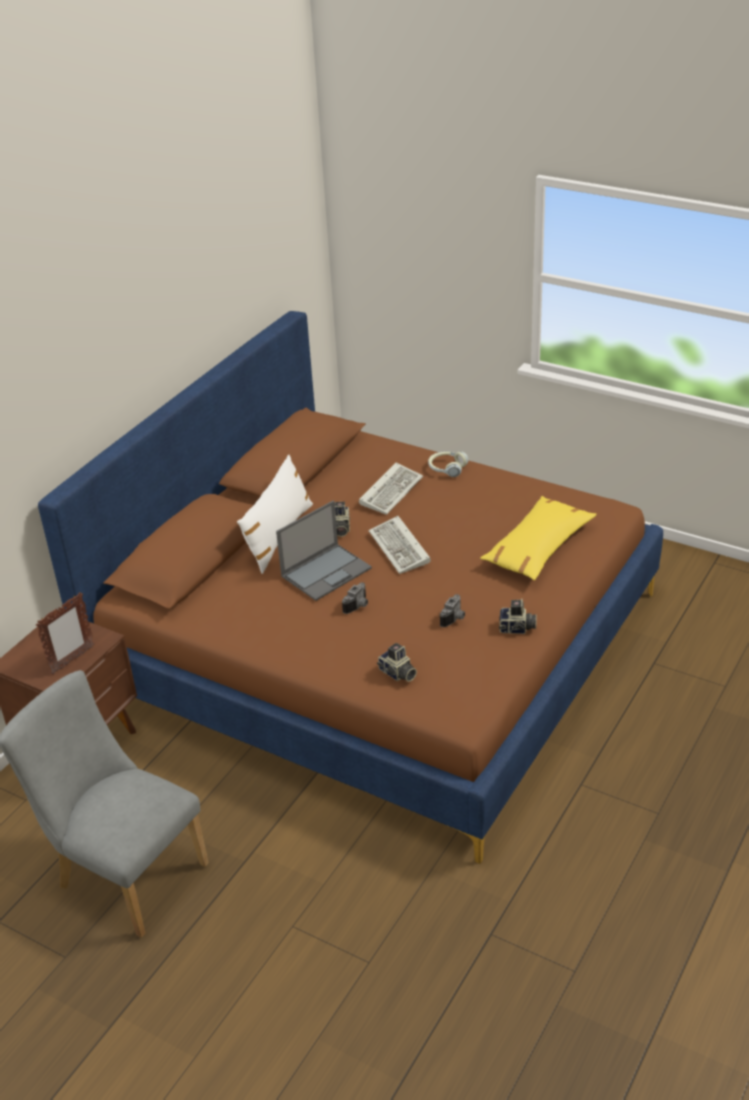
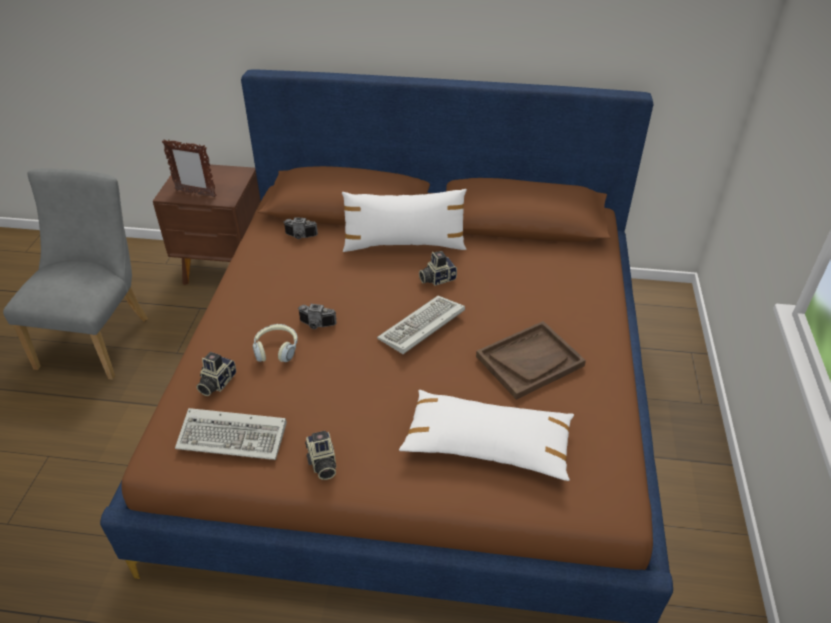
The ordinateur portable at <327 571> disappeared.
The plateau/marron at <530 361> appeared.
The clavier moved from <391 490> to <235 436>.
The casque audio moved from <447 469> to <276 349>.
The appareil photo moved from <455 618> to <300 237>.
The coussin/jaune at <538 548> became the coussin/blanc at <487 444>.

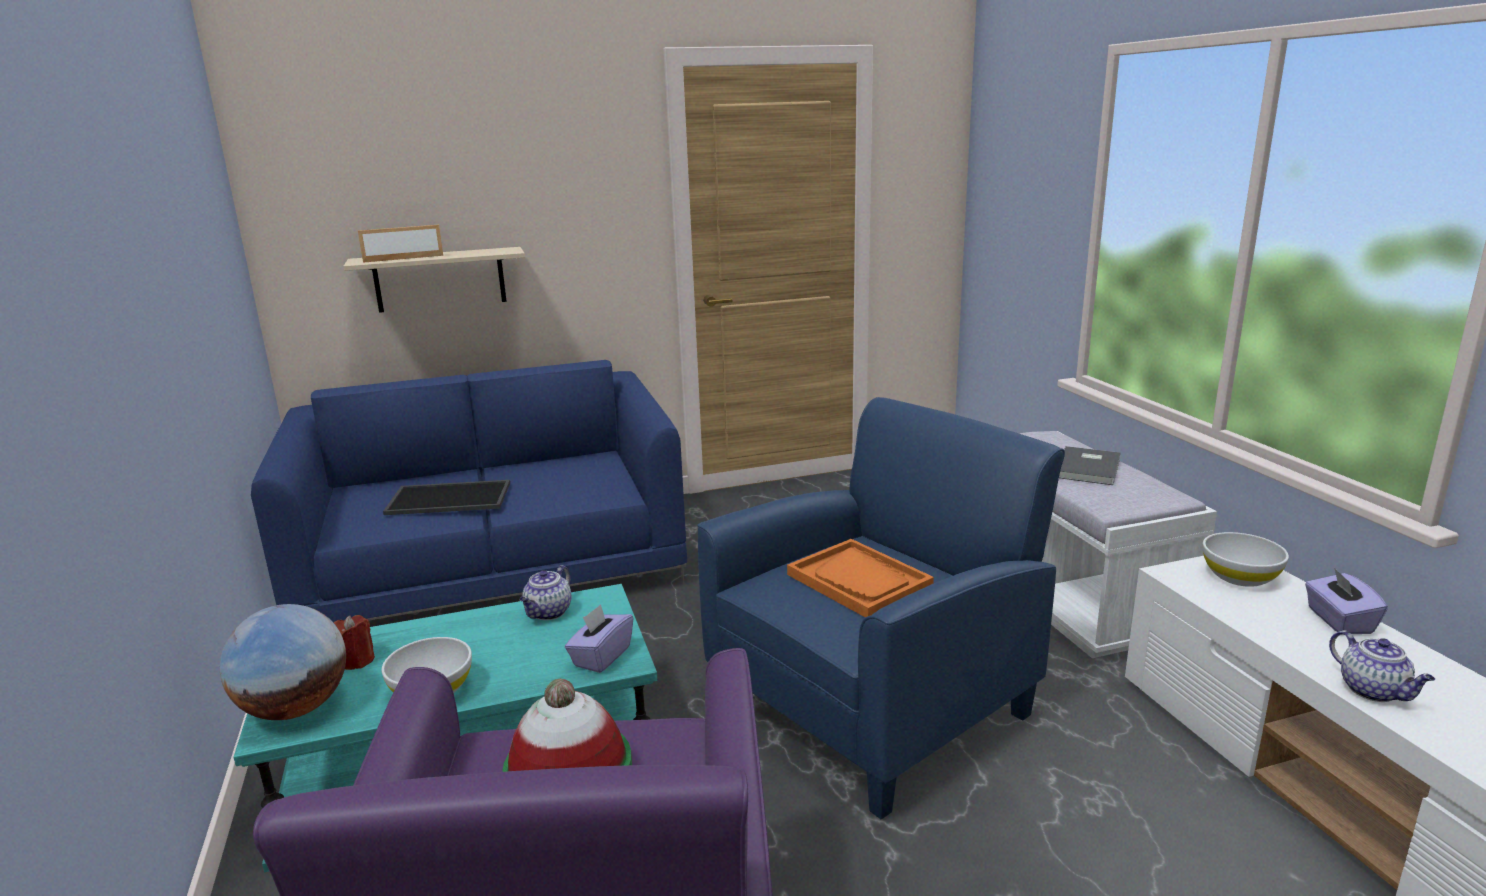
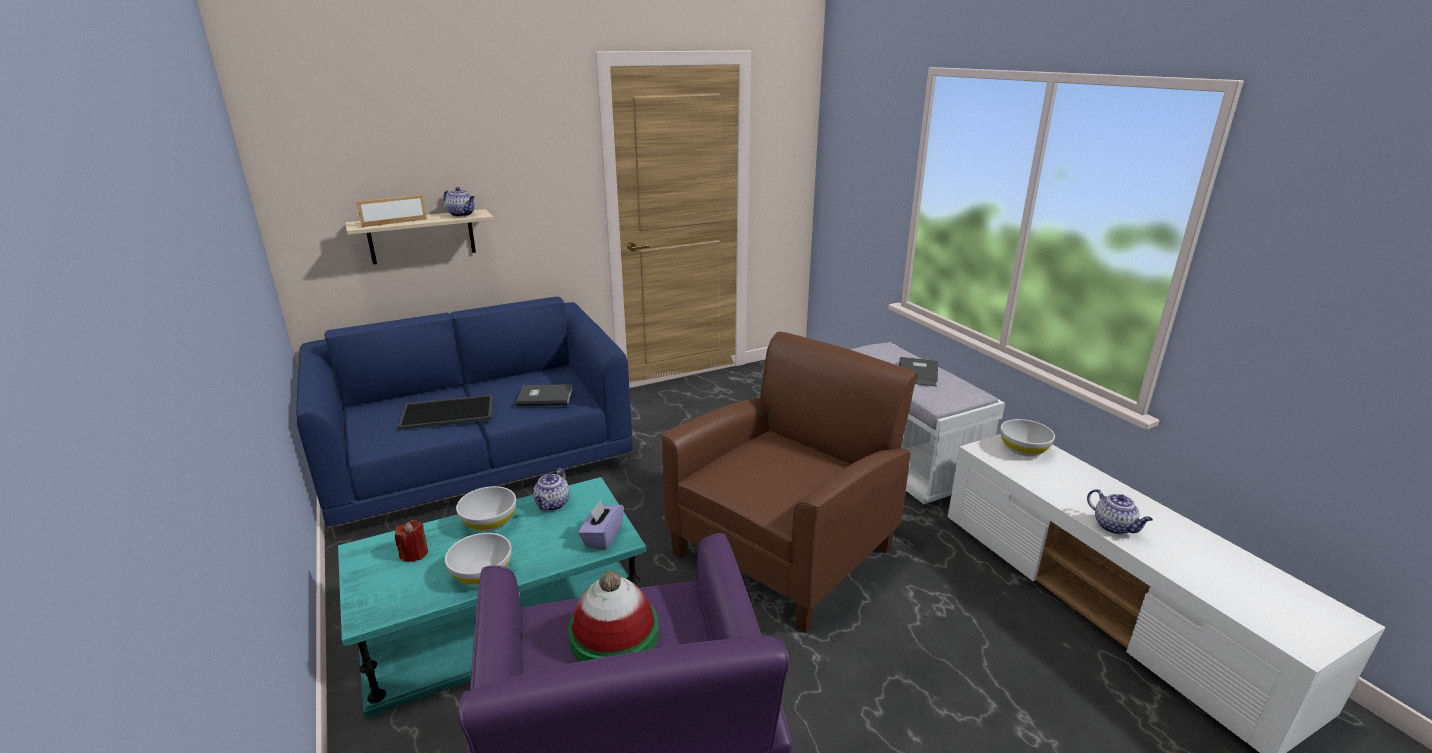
The globe at <295 708> disappeared.
The plateau/orange at <859 581> disappeared.
The boîte à mouchoirs/violet at <1338 621> disappeared.
The théière at <462 214> appeared.
The bol/blanc at <489 522> appeared.
The livre/gris at <544 397> appeared.
The fauteuil/bleu at <874 705> became the fauteuil/marron at <785 550>.

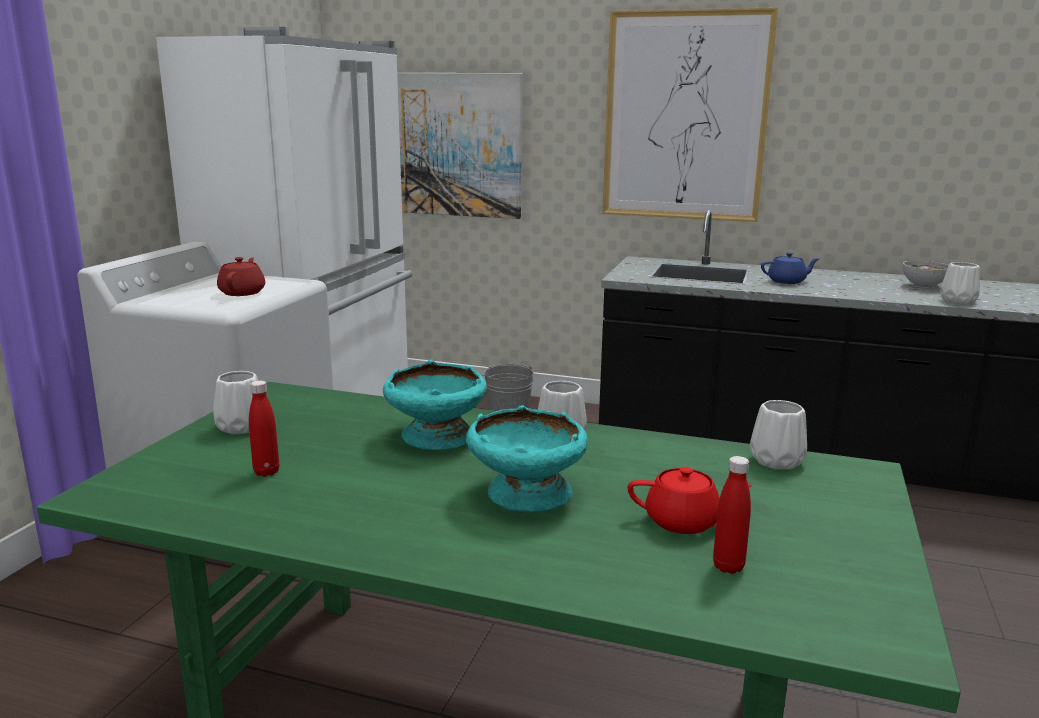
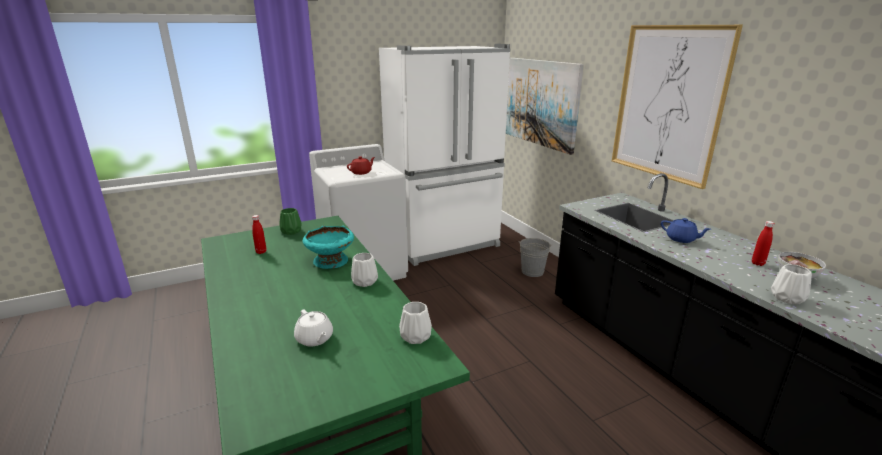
The bol/turquoise at <526 494> disappeared.
The bouteille/rouge moved from <728 567> to <757 263>.
The vase/blanc at <240 427> became the vase/vert at <290 231>.
The théière/rouge at <684 522> became the théière/blanc at <314 339>.

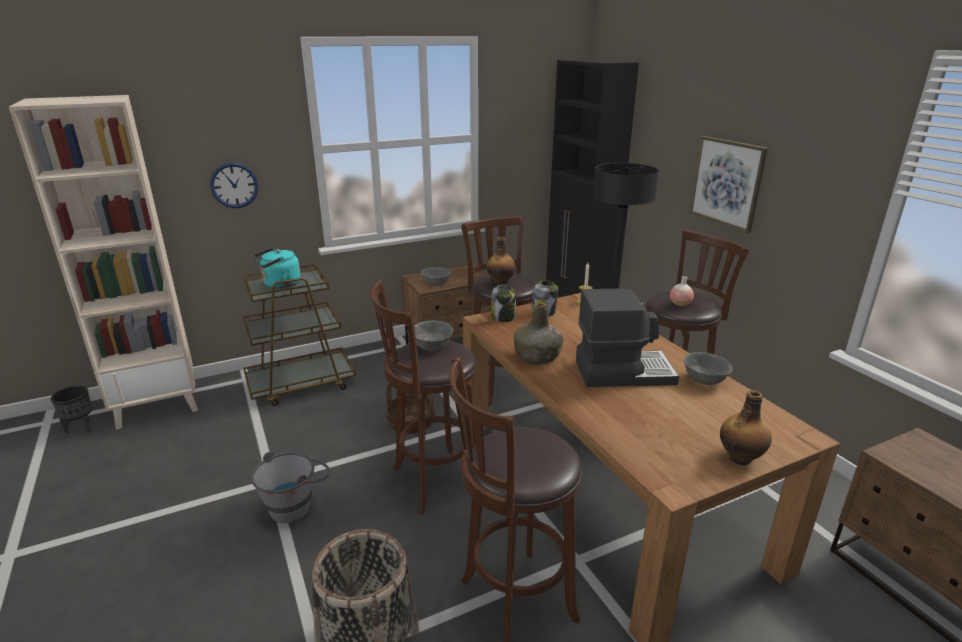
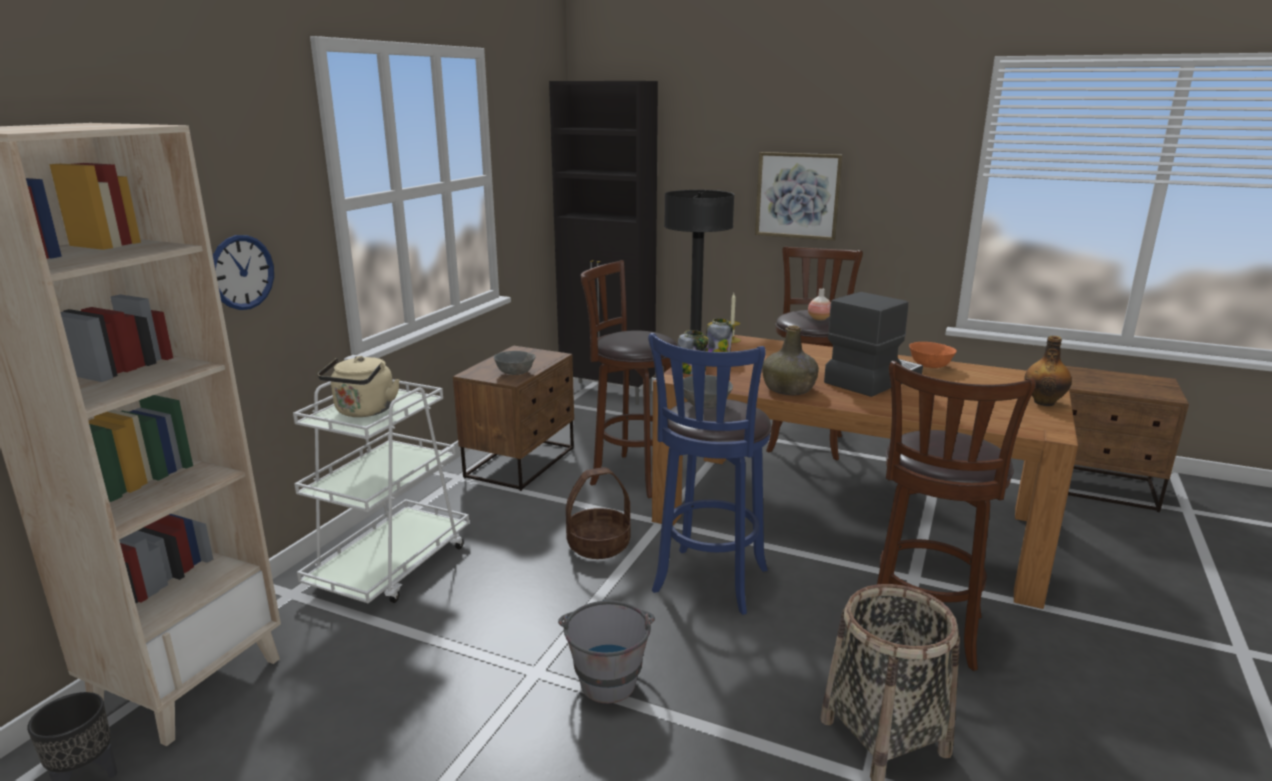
The bouteille at <501 282> disappeared.
The chariot/marron at <302 384> became the chariot/blanc at <391 565>.
The bouilloire/turquoise at <279 284> became the bouilloire/beige at <363 412>.
The tabouret/marron at <432 481> became the tabouret/bleu at <708 584>.
The bol/gris at <705 380> became the bol/orange at <930 366>.

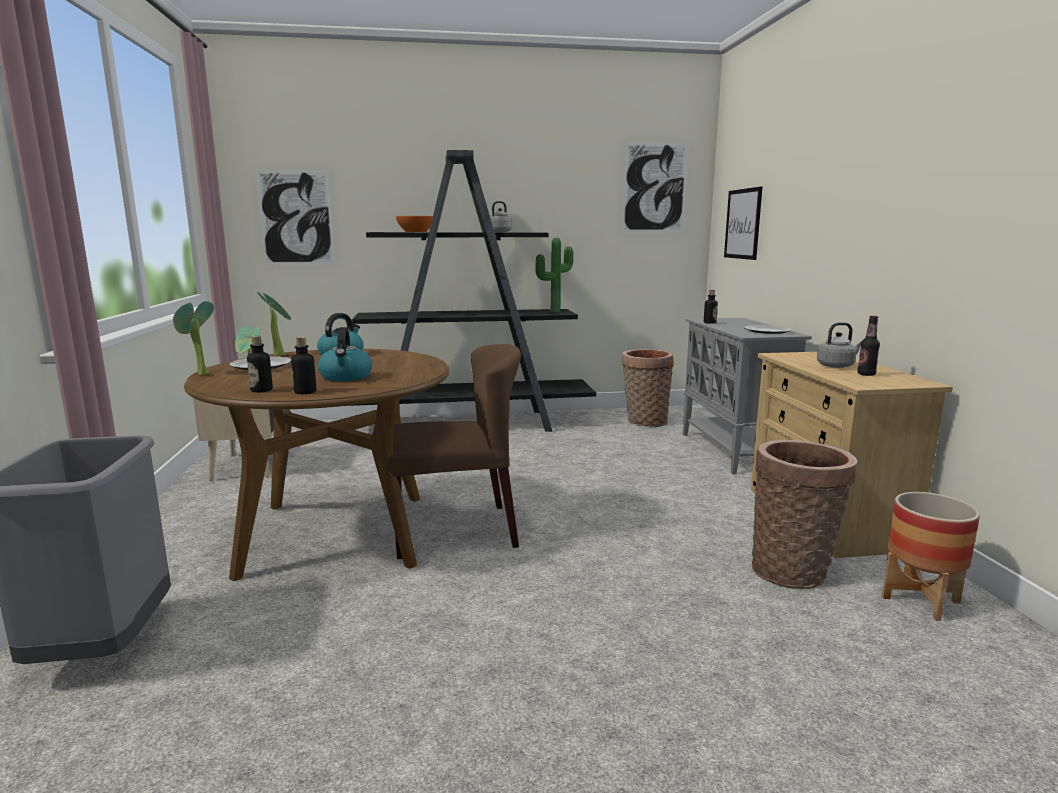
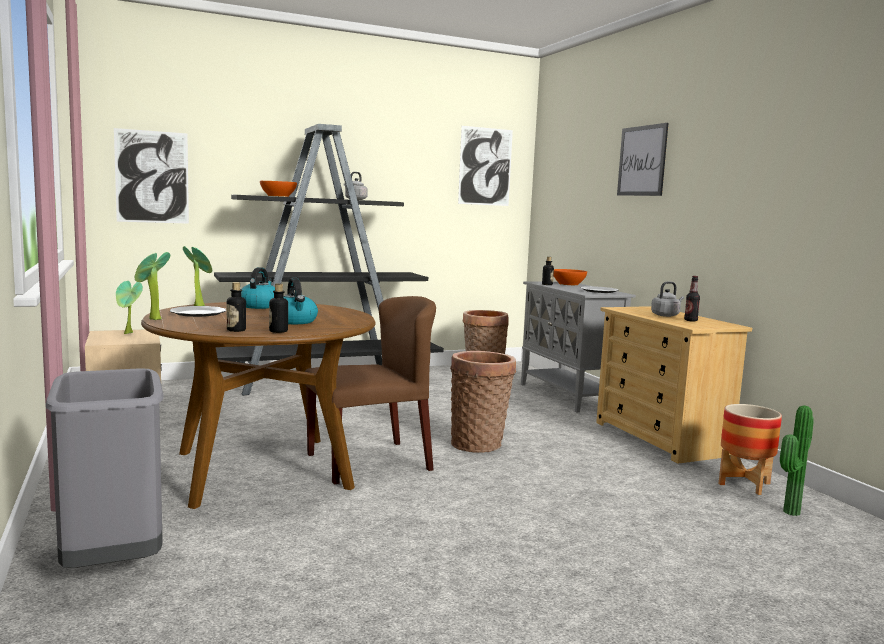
The bol/orange at <568 284> appeared.
The plante en pot moved from <554 311> to <788 511>.
The tableau moved from <743 224> to <642 161>.
The panier moved from <792 570> to <479 444>.

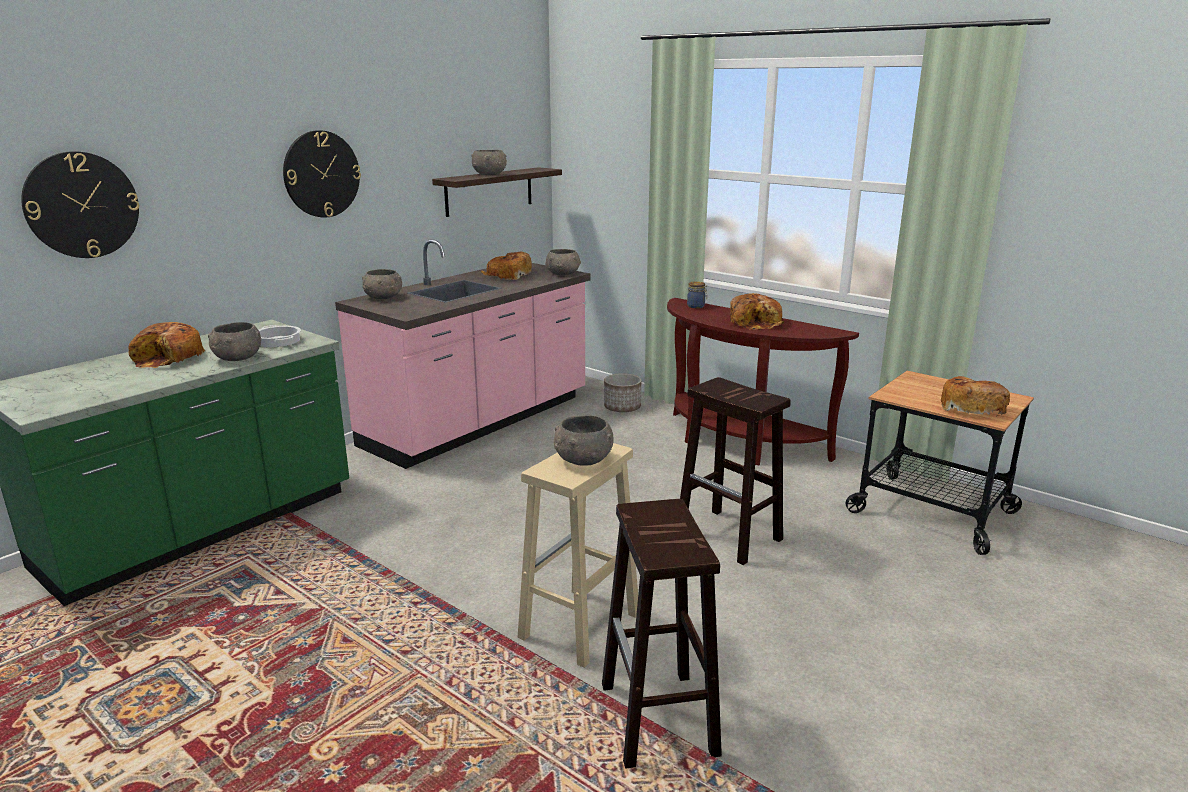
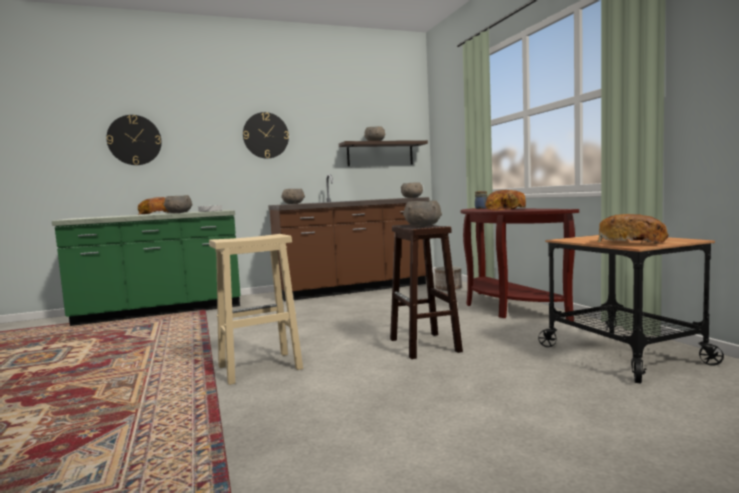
The pain at <508 275> disappeared.
The tabouret/marron at <659 720> disappeared.
The bol/gris moved from <583 460> to <422 226>.
The comptoir de cuisine/rose at <479 422> became the comptoir de cuisine/marron at <353 289>.

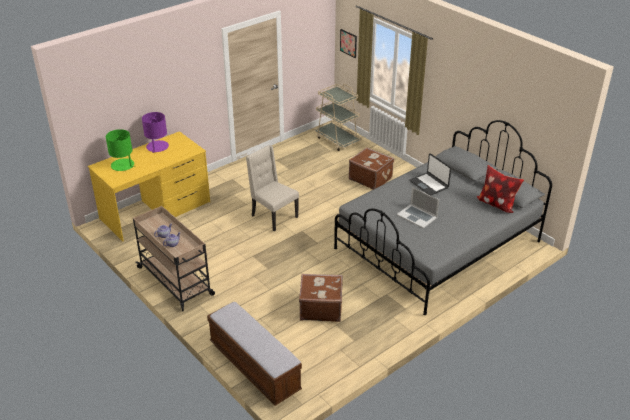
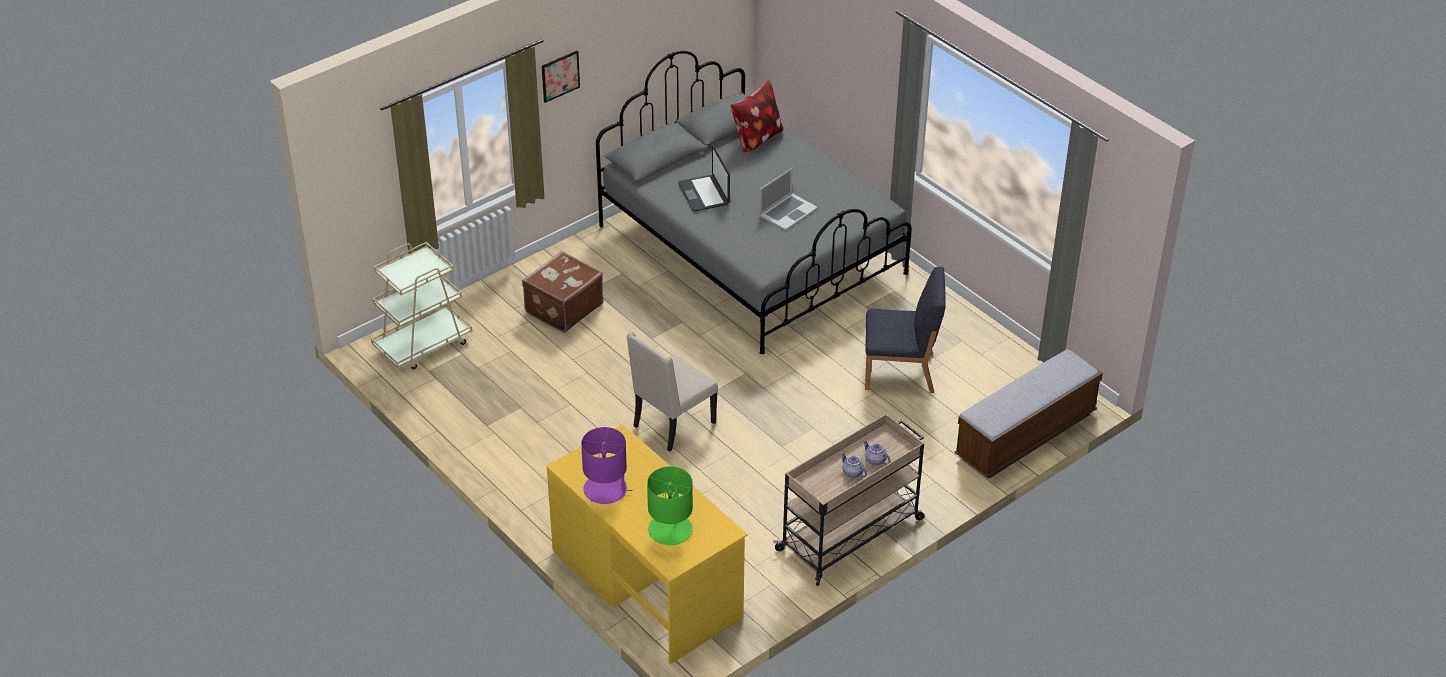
The tableau moved from <348 43> to <560 76>.
The valise/marron at <320 308> was replaced by the chaise/bleu at <900 371>.
The ordinateur portable at <429 184> turned 105 degrees clockwise.

